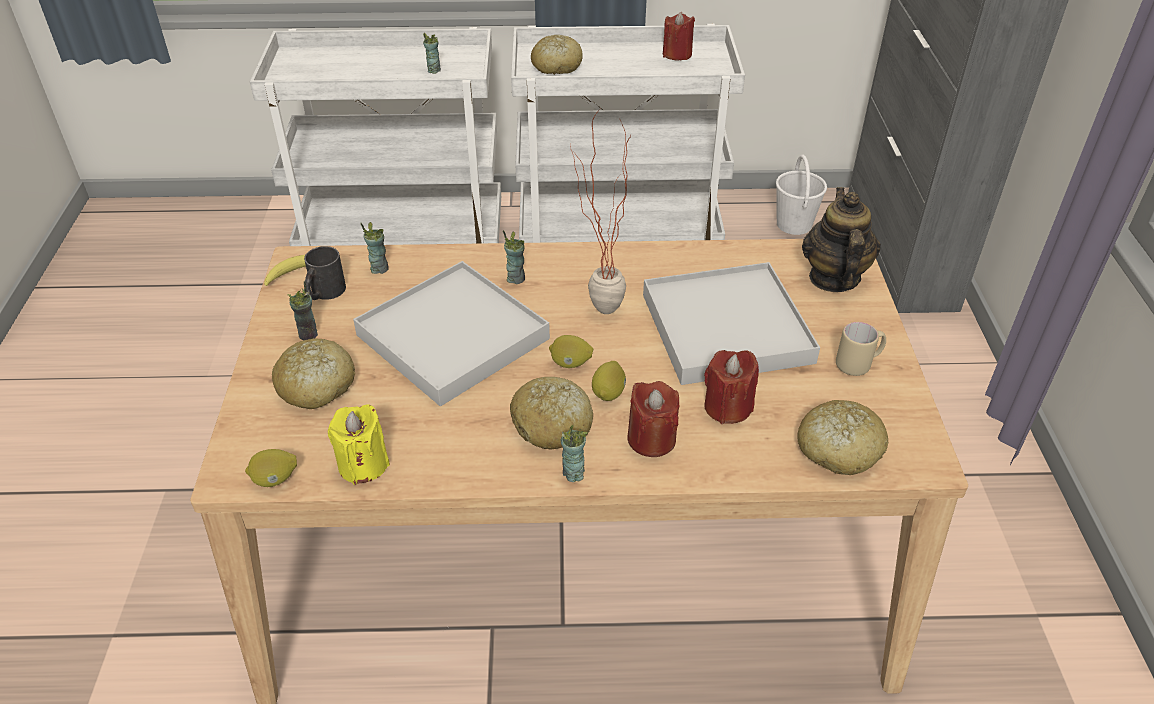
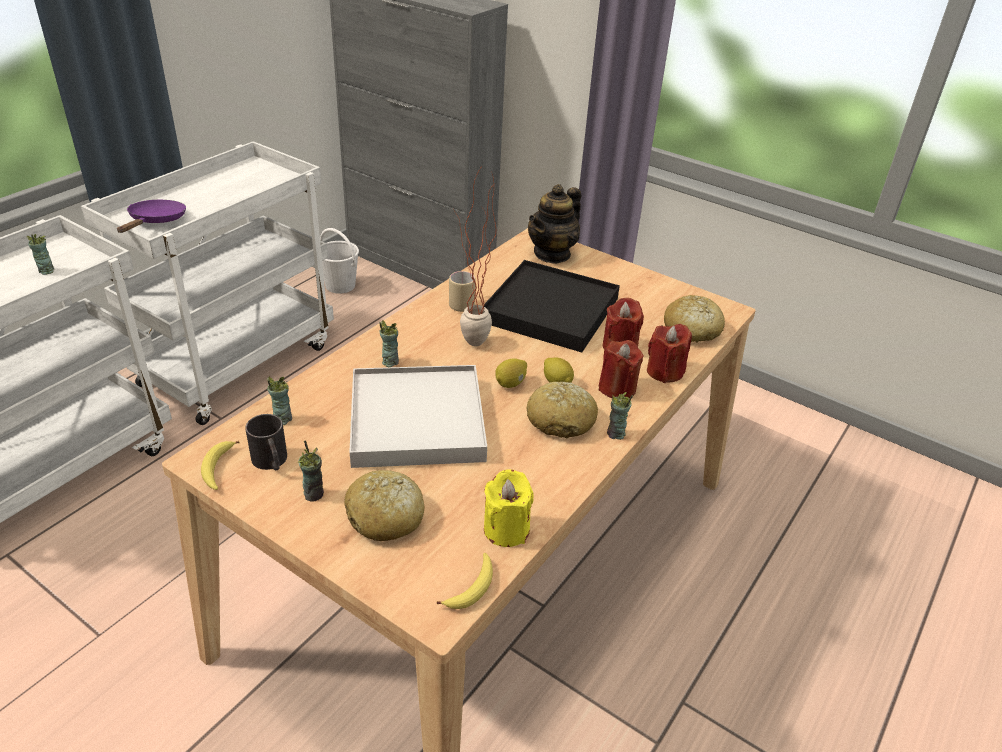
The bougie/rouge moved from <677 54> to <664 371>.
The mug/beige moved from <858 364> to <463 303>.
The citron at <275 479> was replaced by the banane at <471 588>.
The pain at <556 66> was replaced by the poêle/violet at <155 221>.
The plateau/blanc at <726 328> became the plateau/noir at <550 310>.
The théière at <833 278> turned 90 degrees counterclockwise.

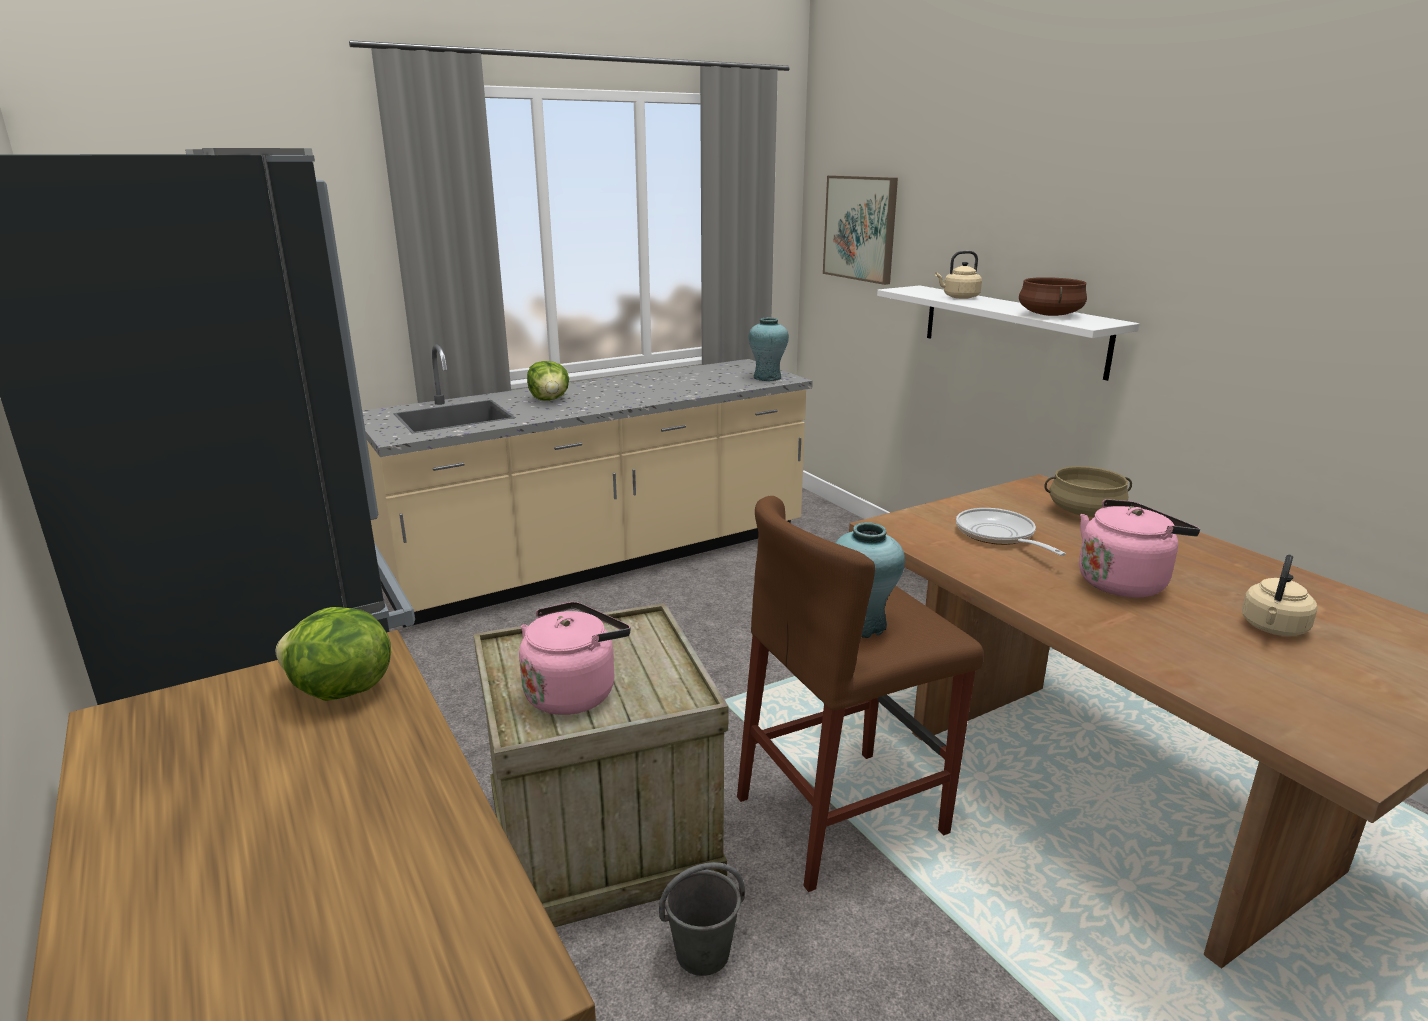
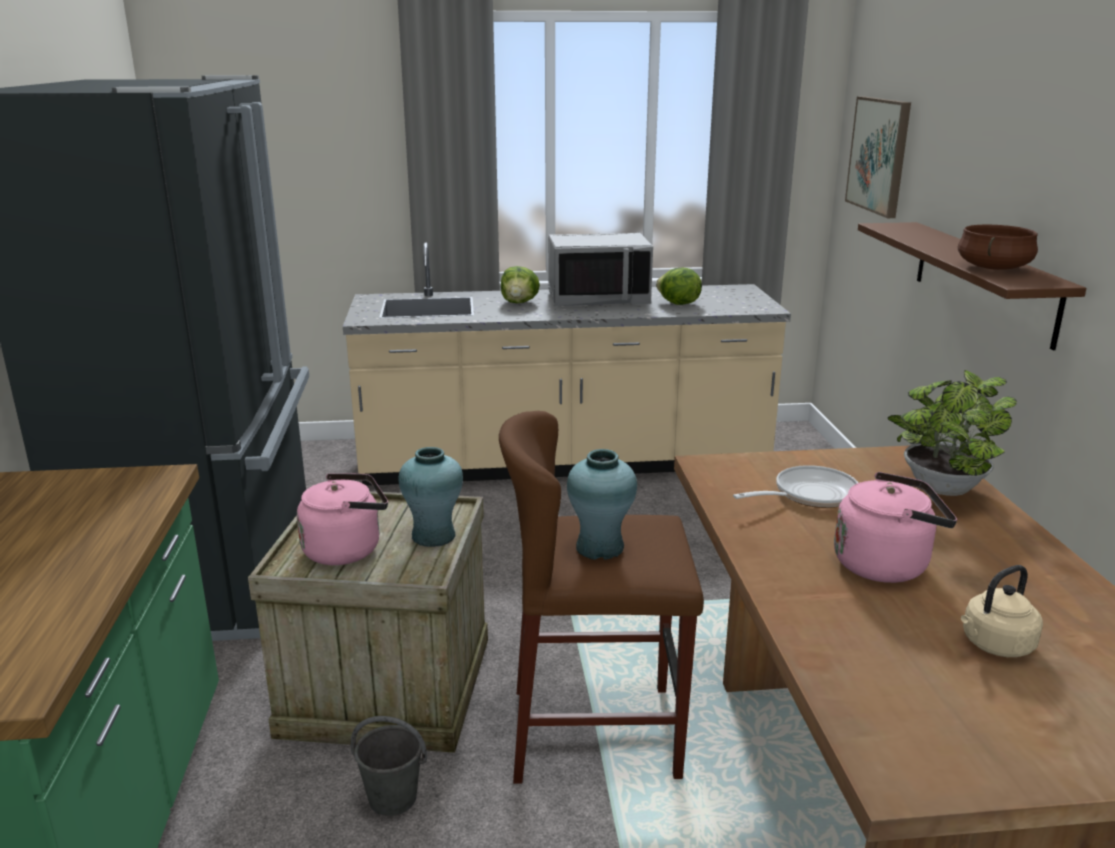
The bouilloire/beige at <959 297> disappeared.
The micro-ondes/gris at <598 299> appeared.
The laitue moved from <340 691> to <678 304>.
The vase/turquoise moved from <767 377> to <433 536>.
The marmite/beige at <1085 512> was replaced by the plante en pot at <940 490>.
The étagère/blanc at <1012 329> became the étagère/marron at <983 280>.
The poêle at <998 536> turned 60 degrees clockwise.

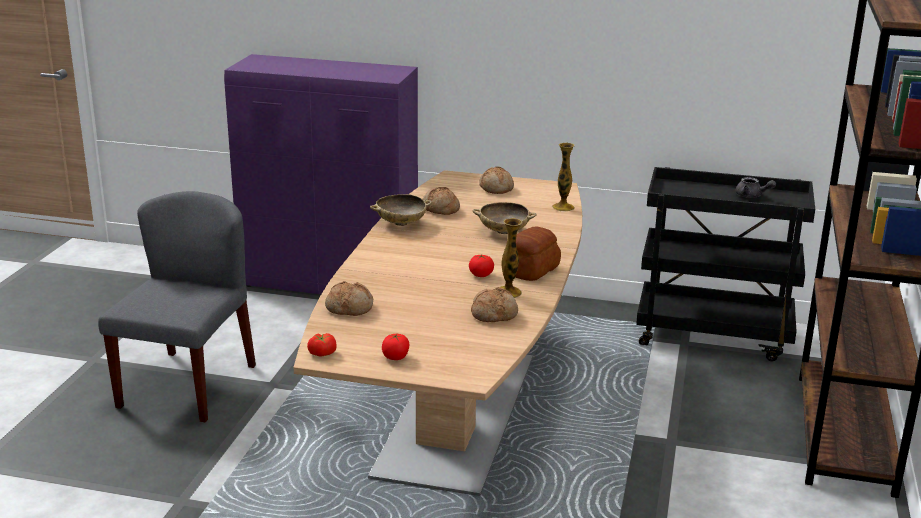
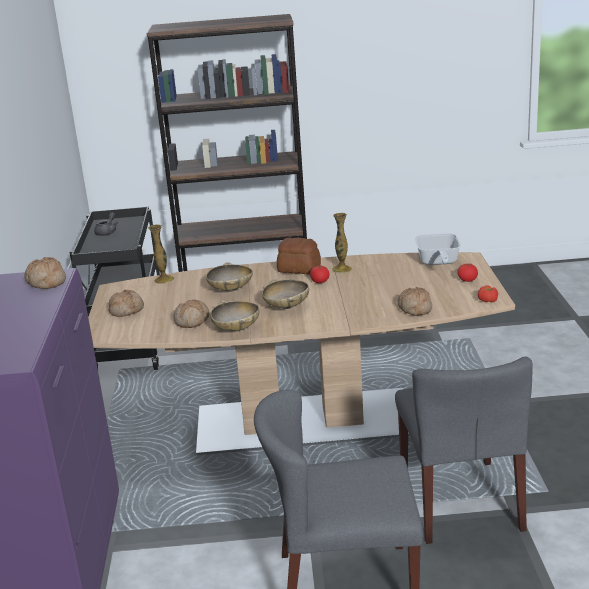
The bol/beige at <286 306> appeared.
The chaise/gris at <460 501> appeared.
The poêle at <437 262> appeared.
The pain moved from <494 314> to <46 282>.

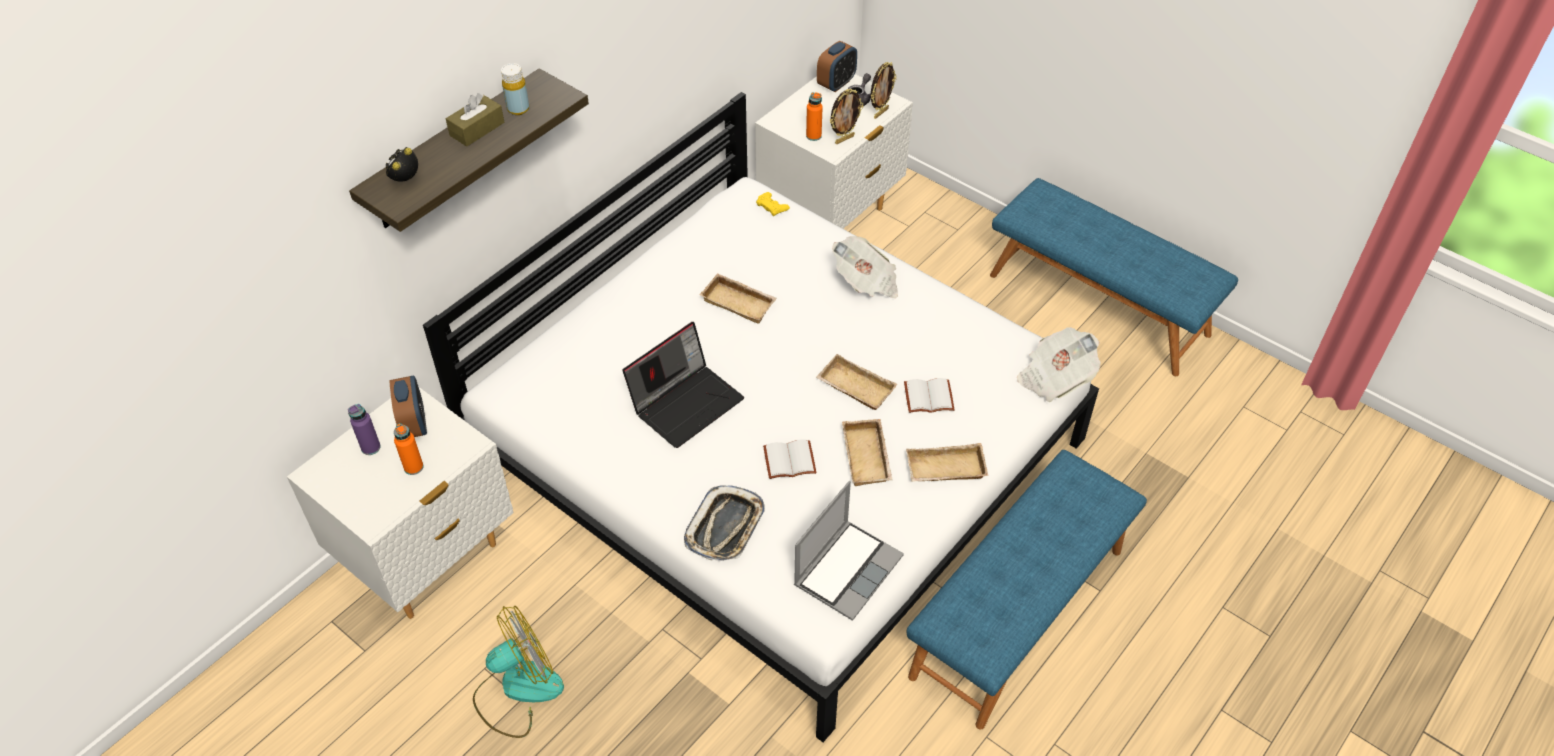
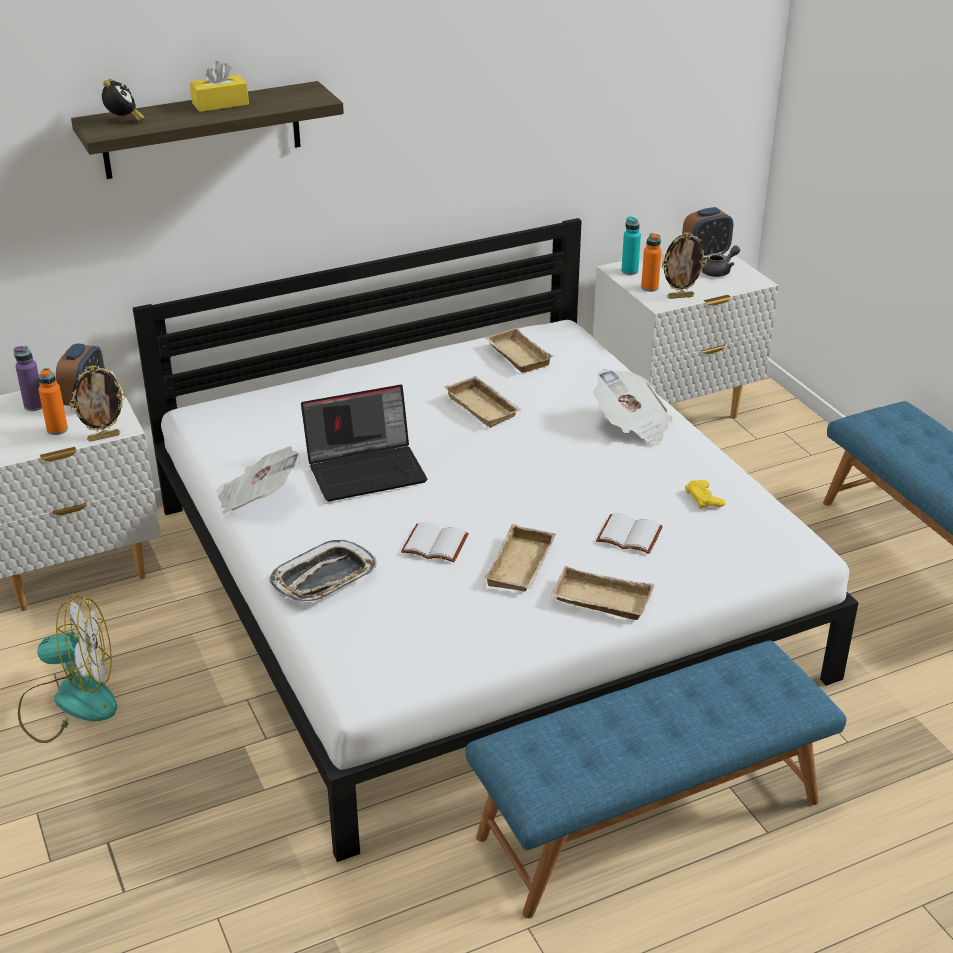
The bouteille/jaune at <518 109> disappeared.
The ordinateur portable at <847 569> disappeared.
The bouteille/turquoise at <629 271> appeared.
The manette/jaune moved from <772 206> to <704 498>.
The plateau/beige moved from <854 388> to <516 355>.
The cadre photo moved from <880 113> to <104 437>.
The journal moved from <1055 377> to <258 499>.
The boîte à mouchoirs/marron at <477 129> became the boîte à mouchoirs/jaune at <220 104>.
The réveil at <405 180> turned 120 degrees clockwise.

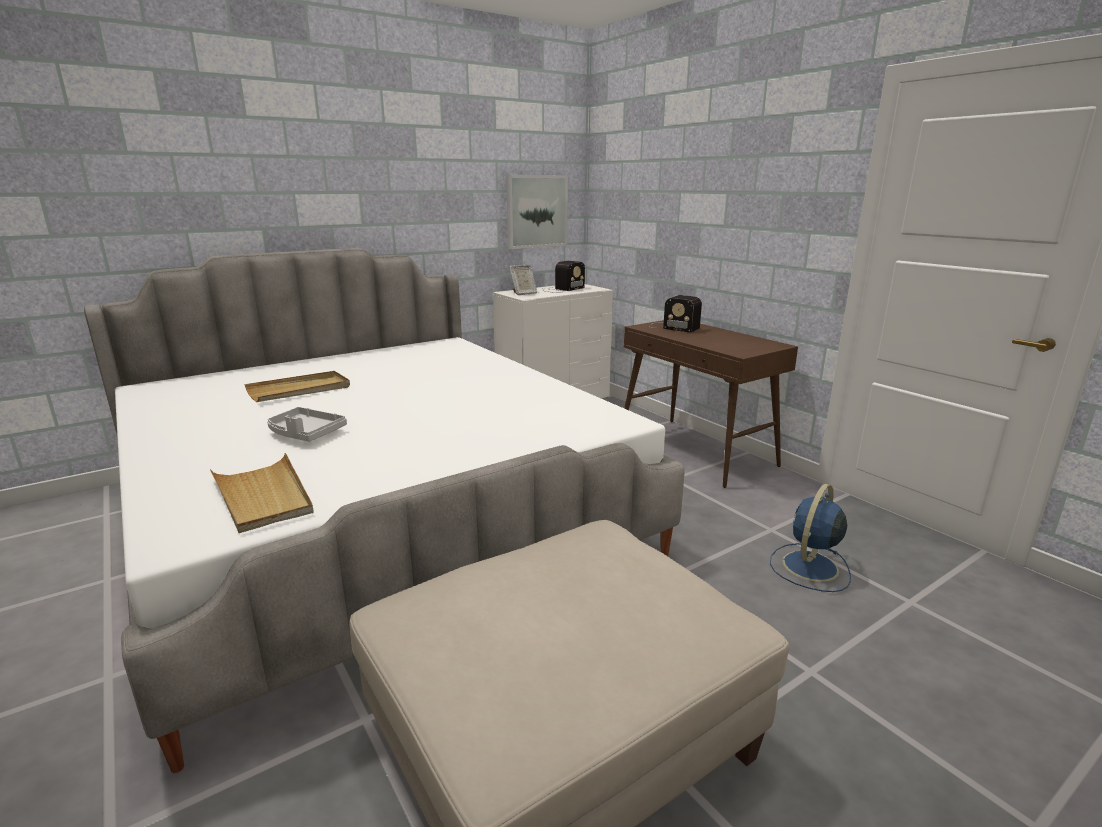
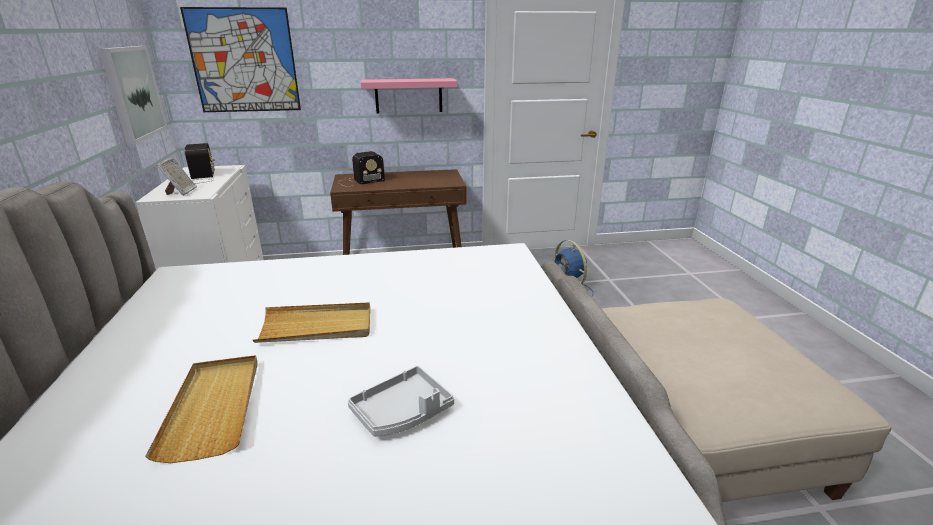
The tableau at <244 61> appeared.
The étagère/rose at <408 96> appeared.
The plateau/beige moved from <263 496> to <316 327>.

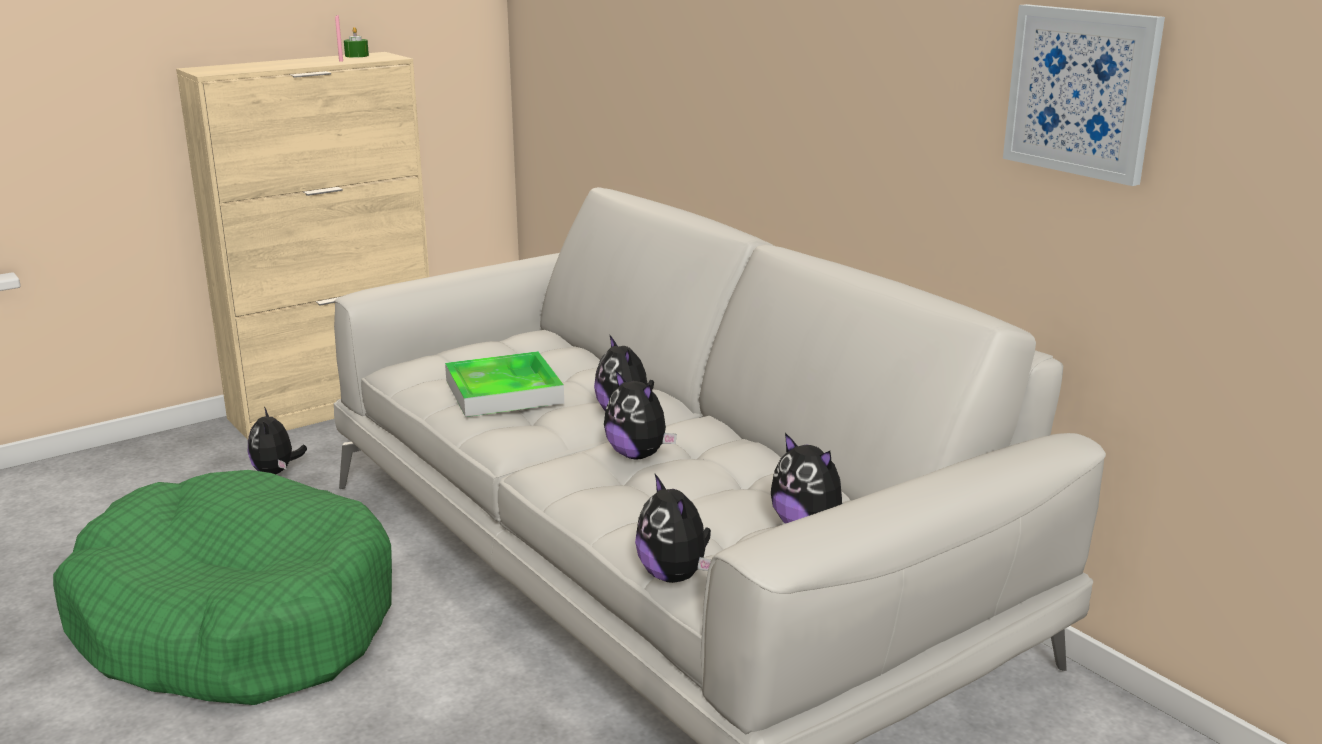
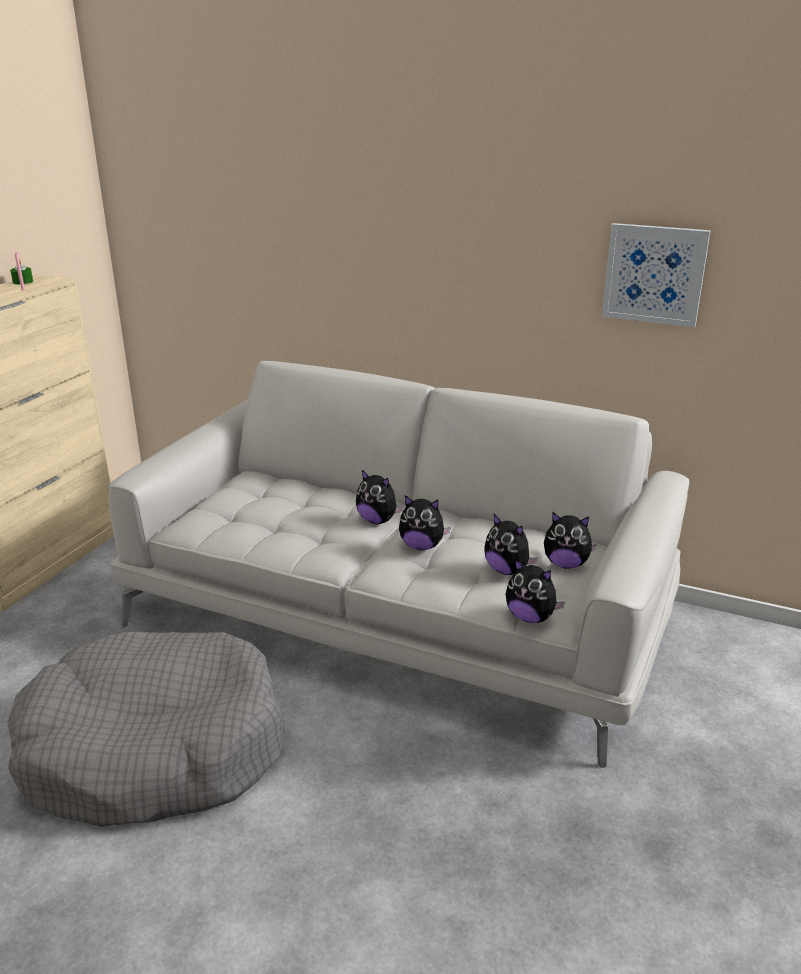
The plateau at <504 391> disappeared.
The peluche moved from <276 472> to <507 570>.
The panier pour chien/vert at <236 621> became the panier pour chien/gris at <154 749>.

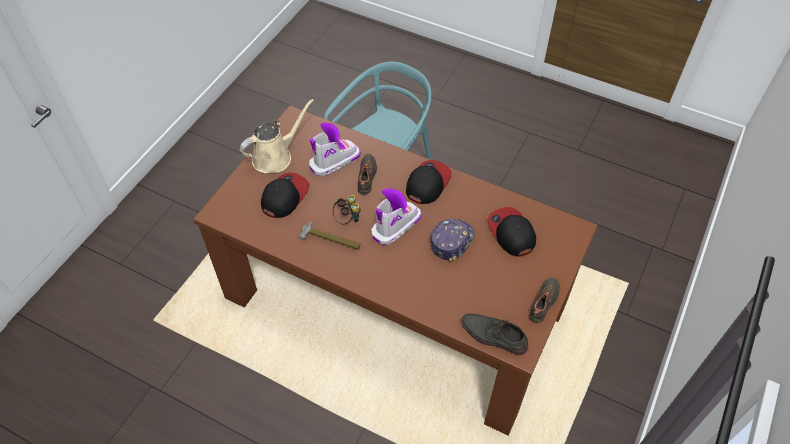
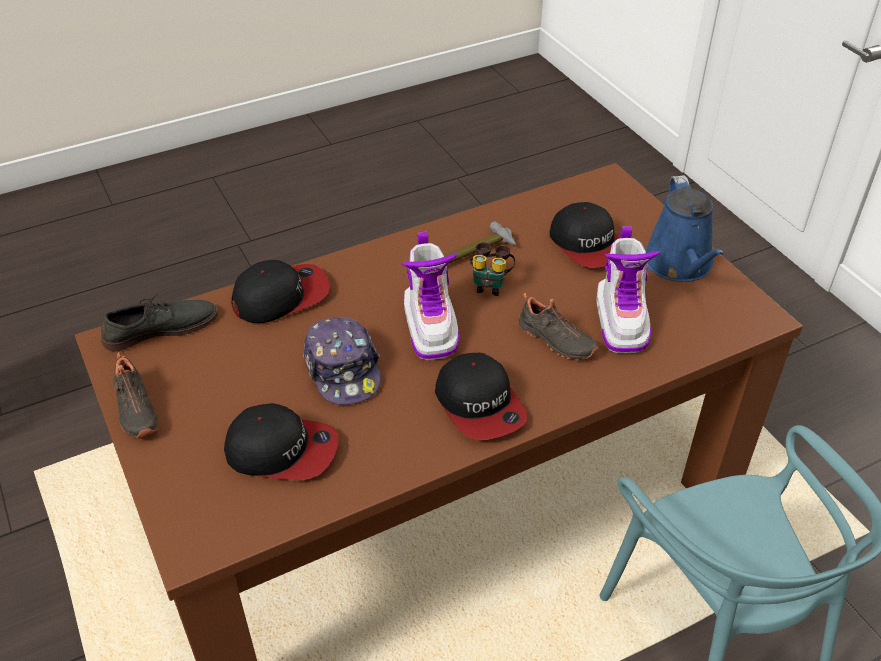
The casquette at <281 296> appeared.
The arrosoir/beige at <275 157> became the arrosoir/bleu at <680 265>.

